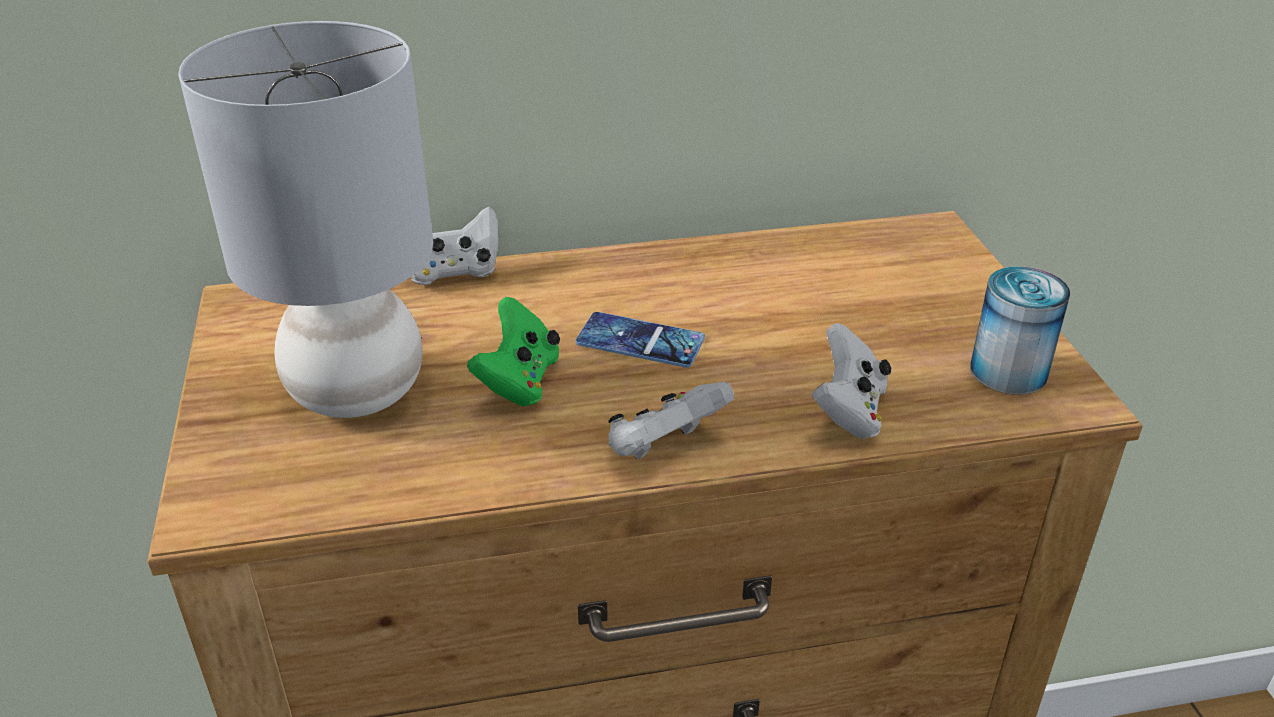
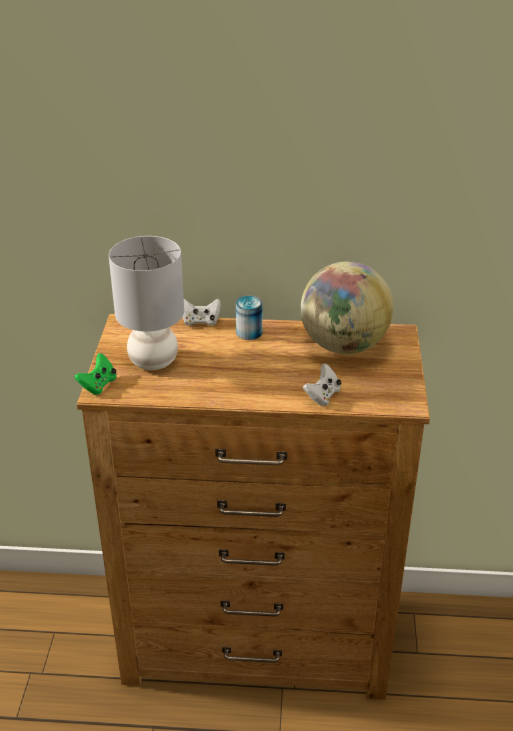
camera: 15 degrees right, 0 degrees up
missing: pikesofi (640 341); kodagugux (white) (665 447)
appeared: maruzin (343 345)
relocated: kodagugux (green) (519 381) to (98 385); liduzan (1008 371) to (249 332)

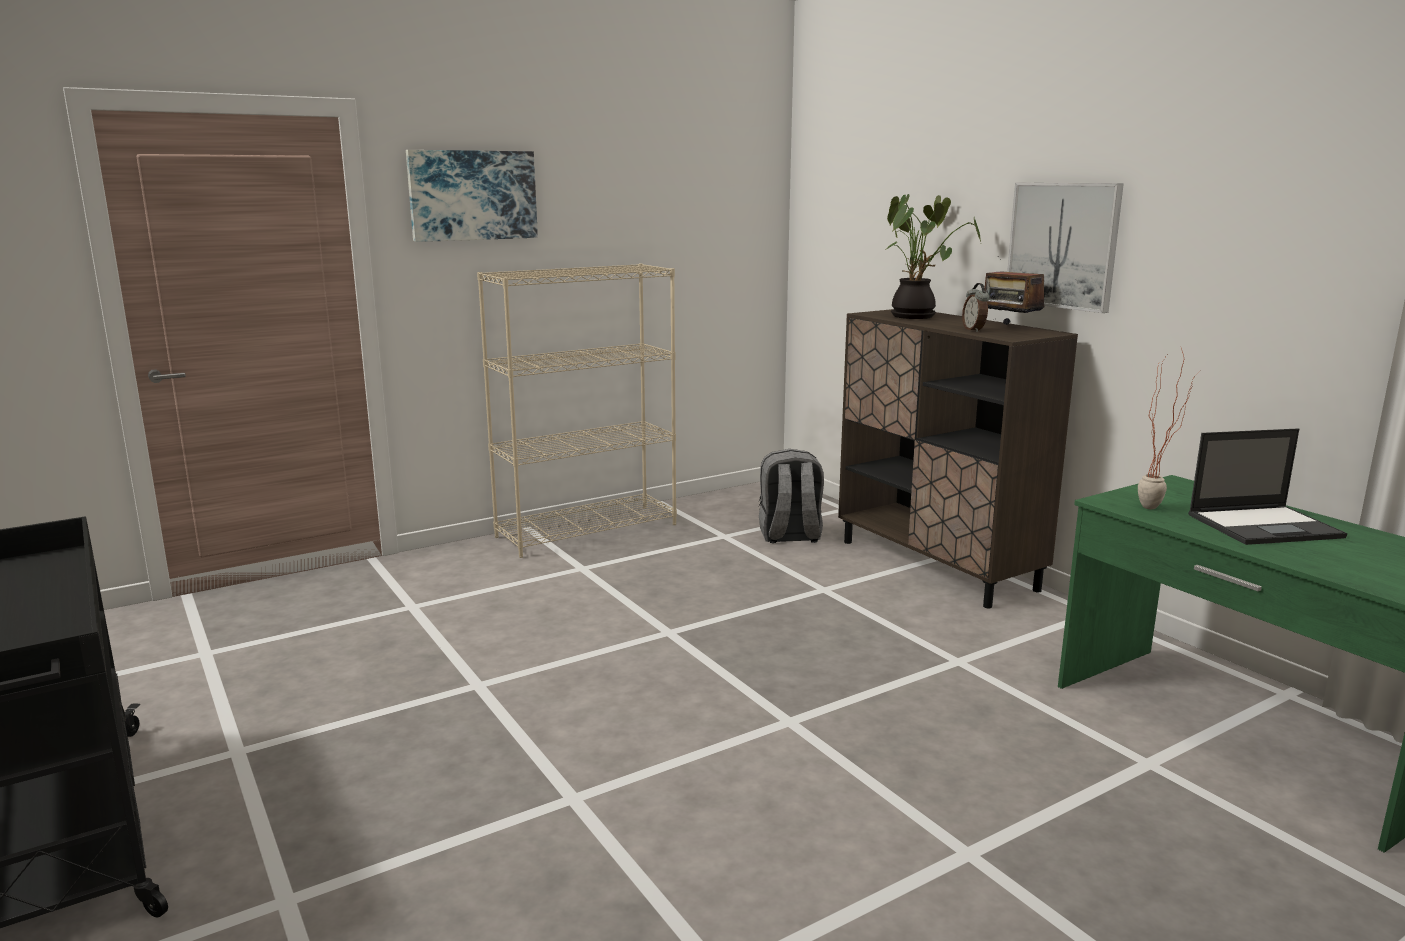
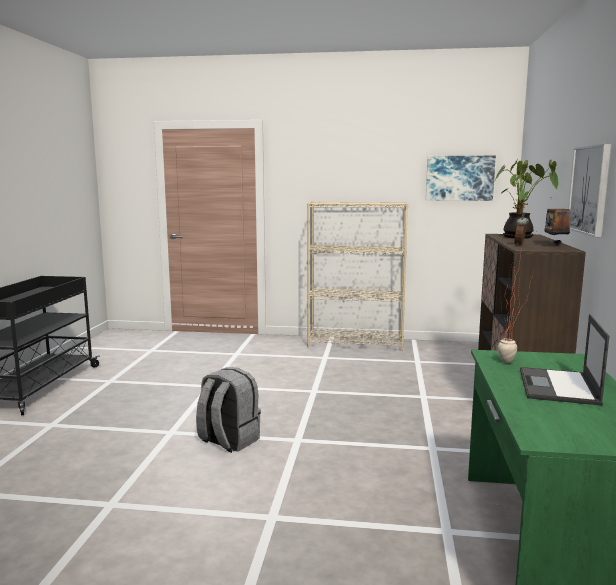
camera: 40 degrees right, 5 degrees down
relocated: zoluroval (472 195) to (459 178); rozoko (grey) (789 536) to (228 441)
spun: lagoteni (1265 526) = (558 387) 75 degrees clockwise

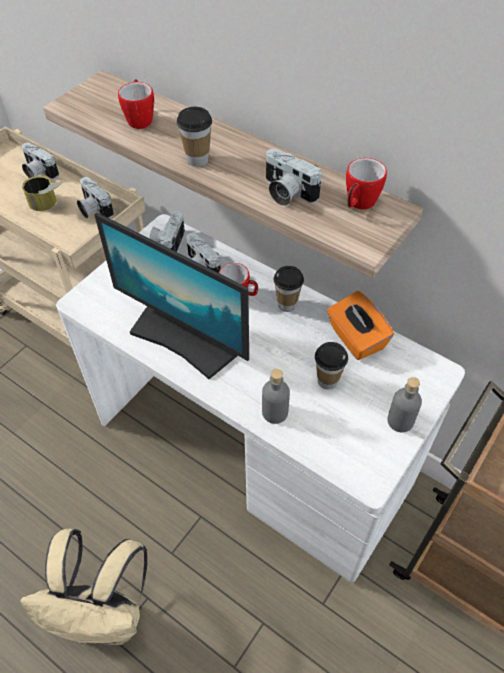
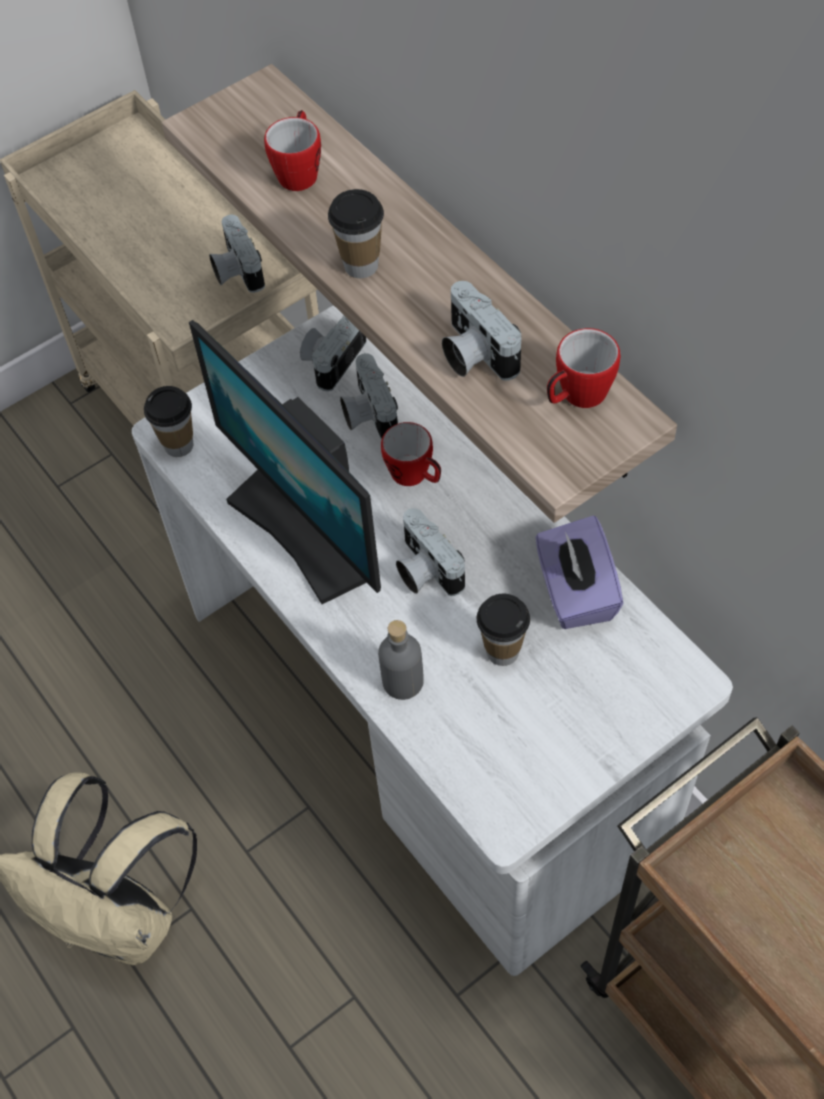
camera: 20 degrees right, 5 degrees up
missing: liduzan (48 205); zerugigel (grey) (400 421)
relocated: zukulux (38 172) to (424 569); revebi (287 304) to (179 445)
colour: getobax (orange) (355 338) to getobax (purple) (575 592)

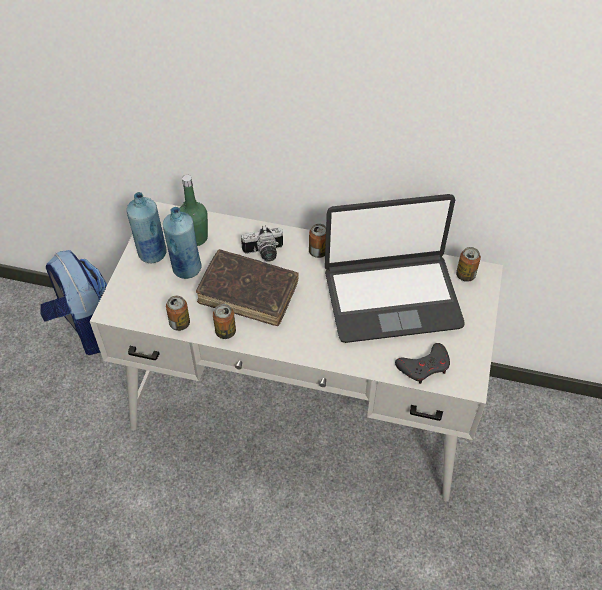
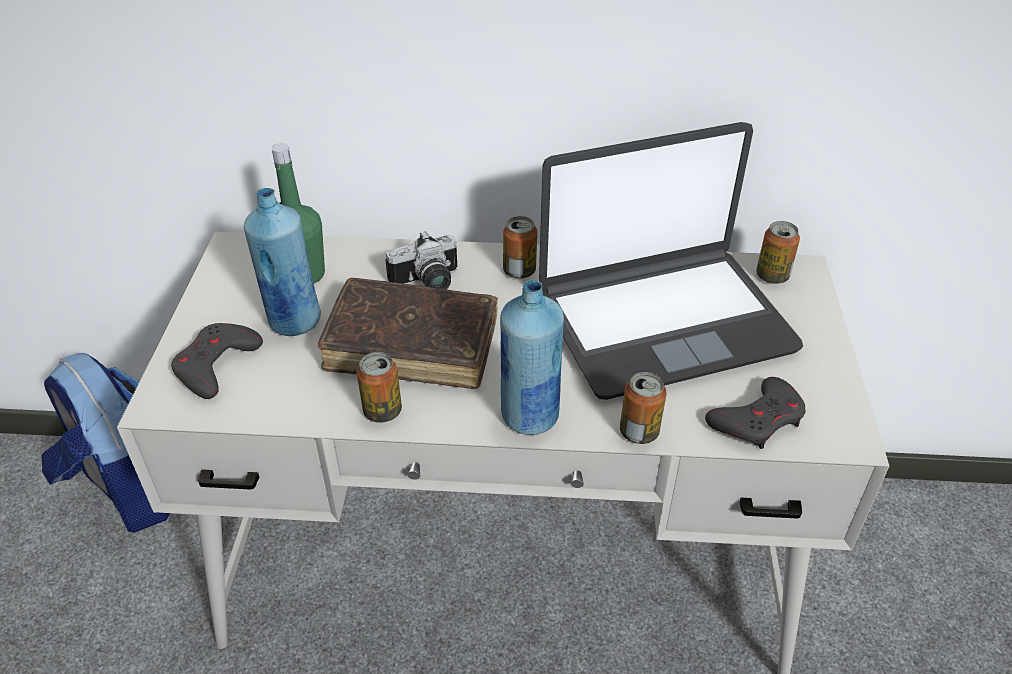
camera: 10 degrees left, 10 degrees down
appeared: kodagugux (grey) (216 365)
relocated: zerugigel (blue) (152 254) to (529 417); liduzan (180 323) to (639 432)

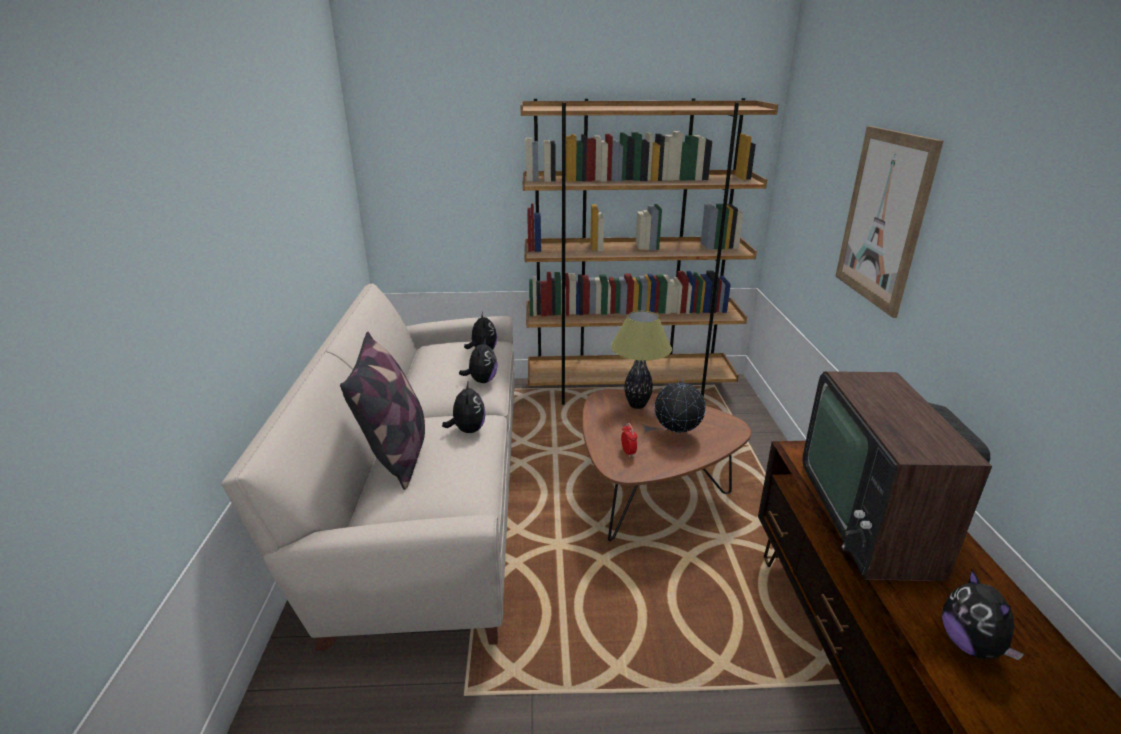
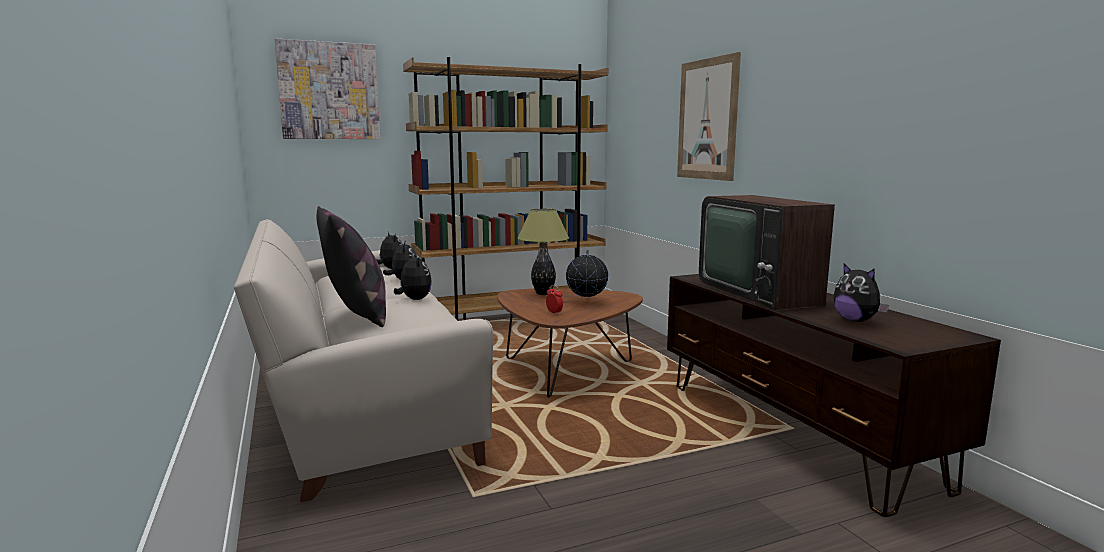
camera: 20 degrees left, 15 degrees down
appeared: zoluroval (329 91)

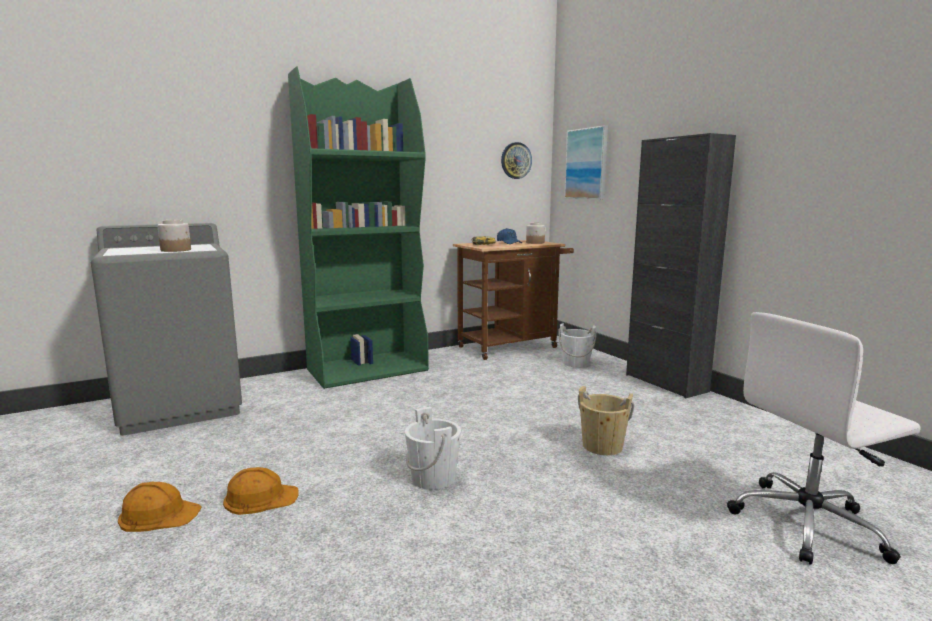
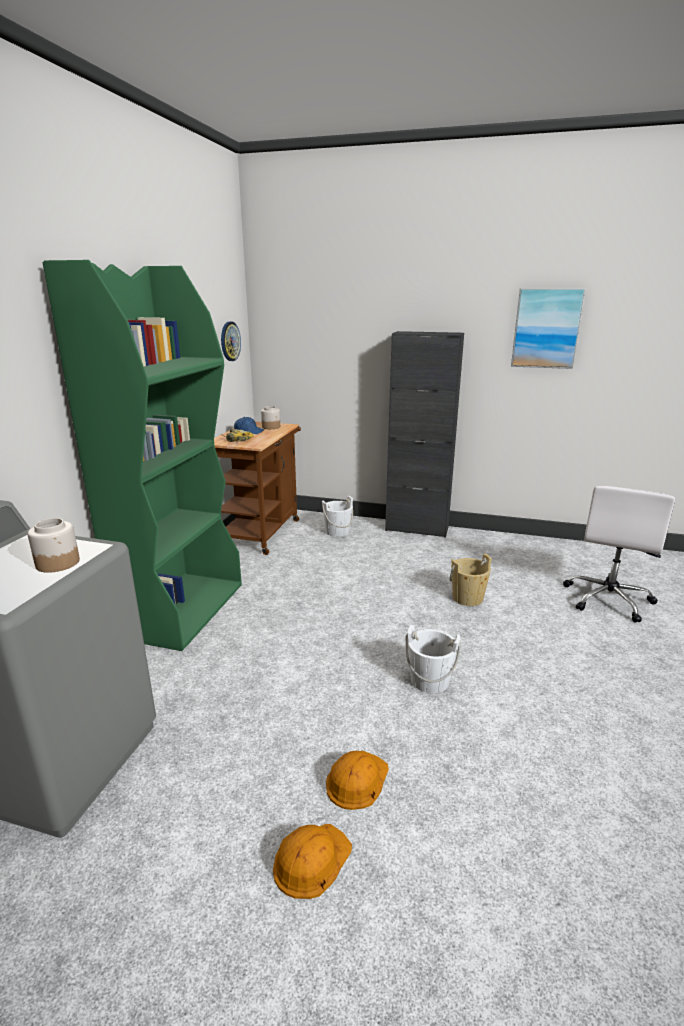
camera: 45 degrees left, 10 degrees up
relocated: zoluroval (586 164) to (546 328)

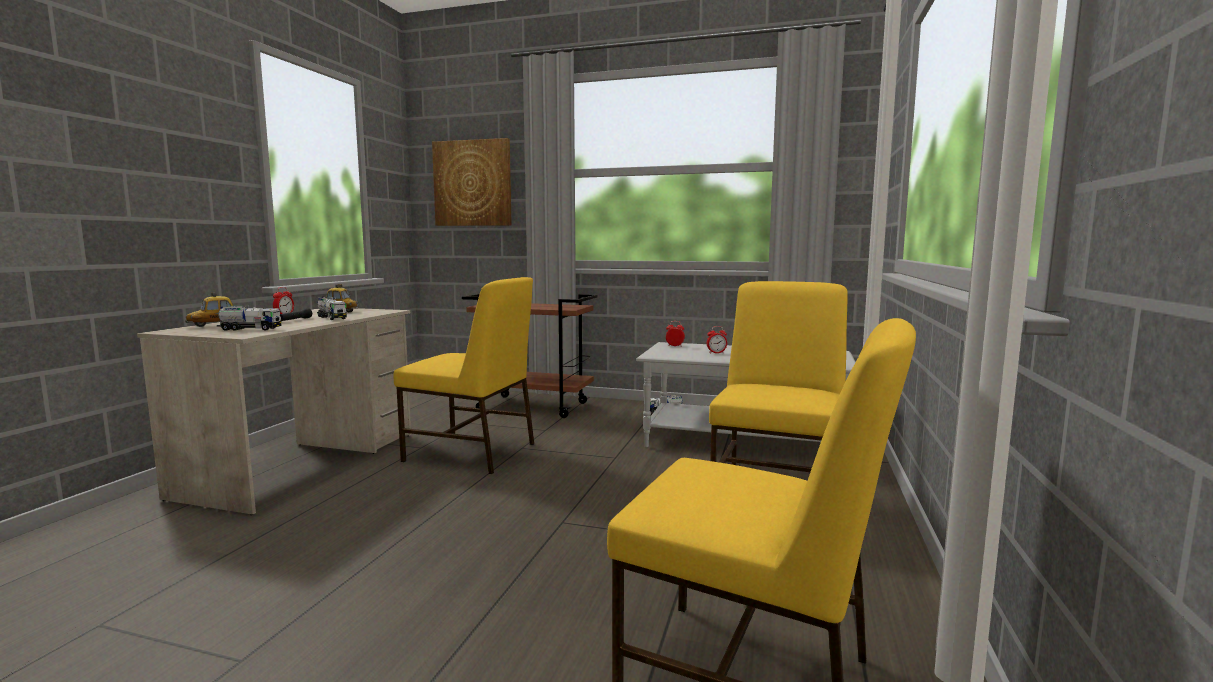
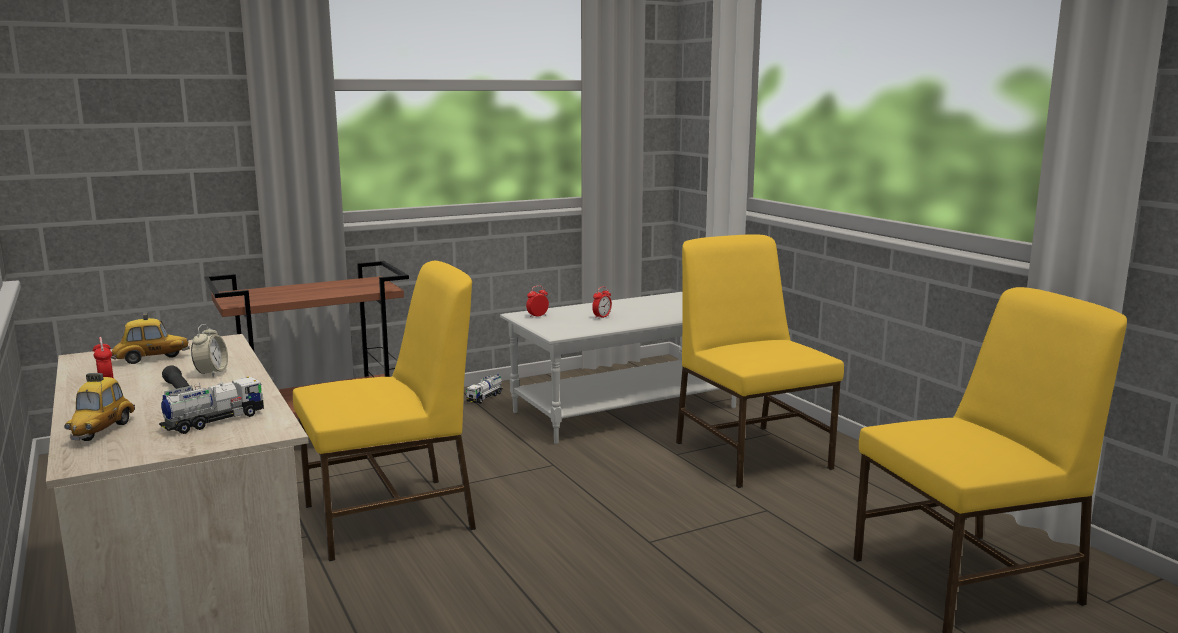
camera: 45 degrees left, 5 degrees up
missing: zoluroval (472 183)
exchanged: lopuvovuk (331 318) to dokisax (211 373)

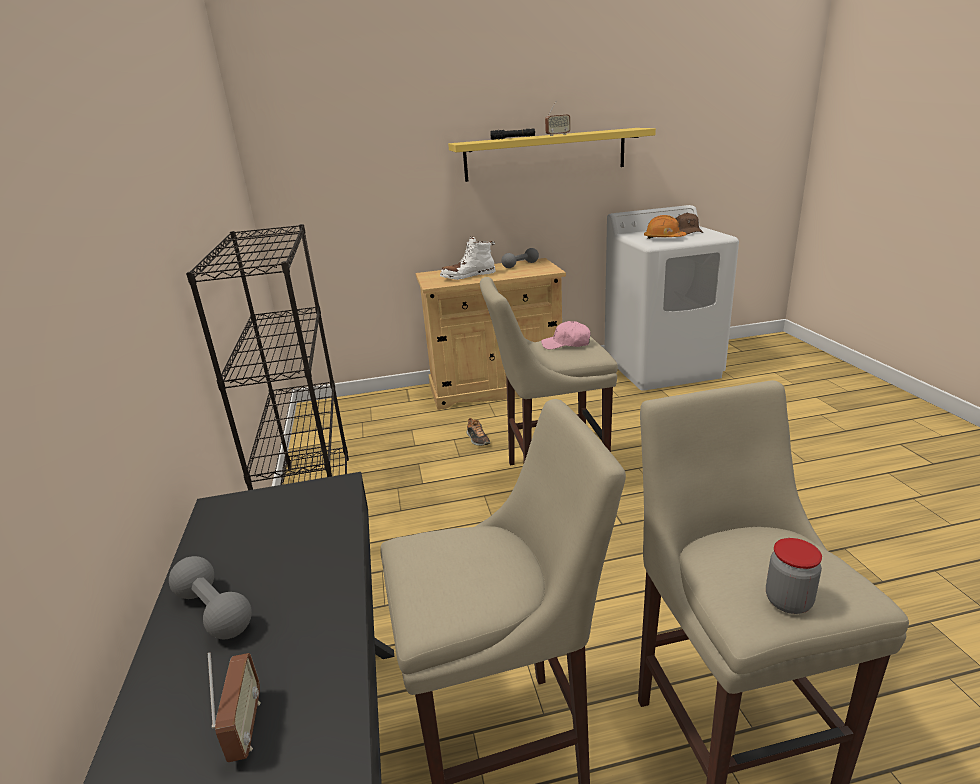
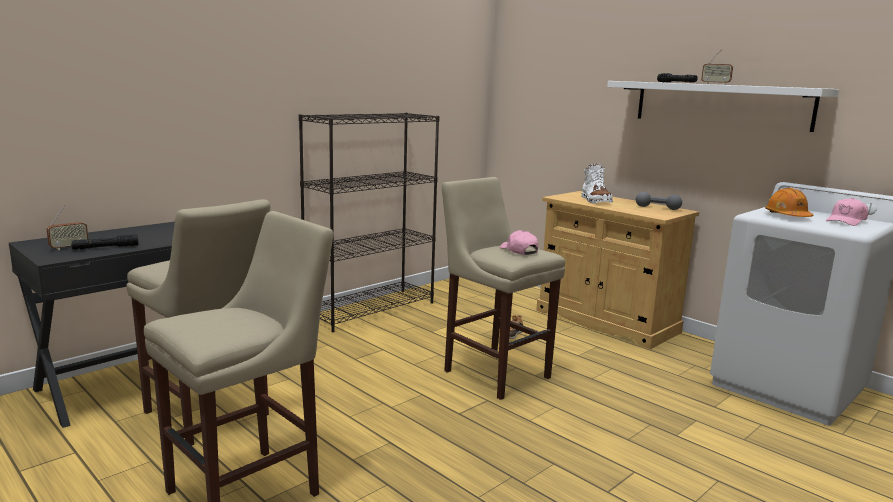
camera: 55 degrees right, 10 degrees down
missing: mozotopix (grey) (214 611); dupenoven (788 601)
appeared: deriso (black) (105 248)
colour: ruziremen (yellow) (545 154) to ruziremen (white) (720 104); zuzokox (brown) (687 231) to zuzokox (pink) (846 221)
spun: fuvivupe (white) (468 276) = (595 201) 135 degrees counterclockwise

